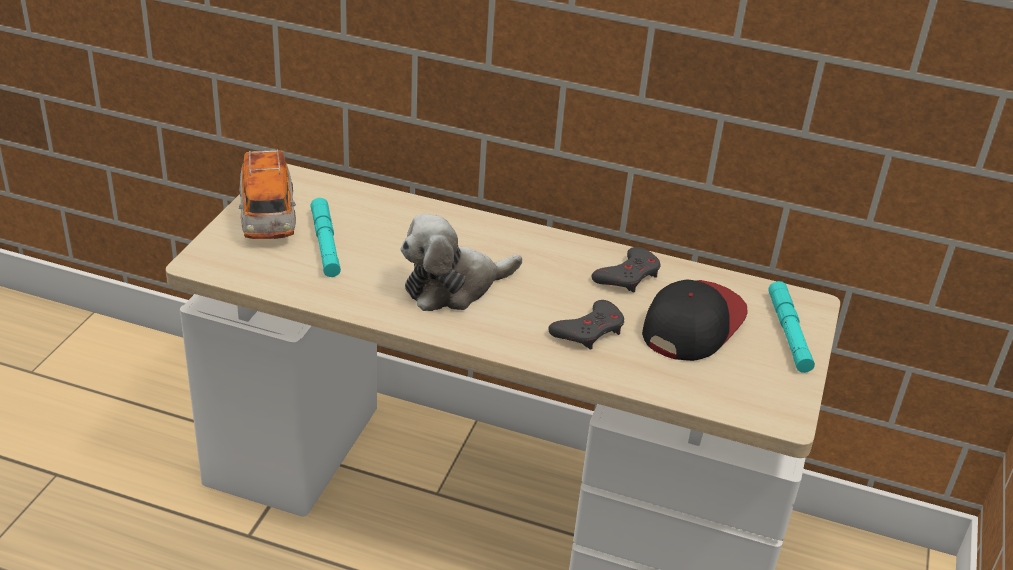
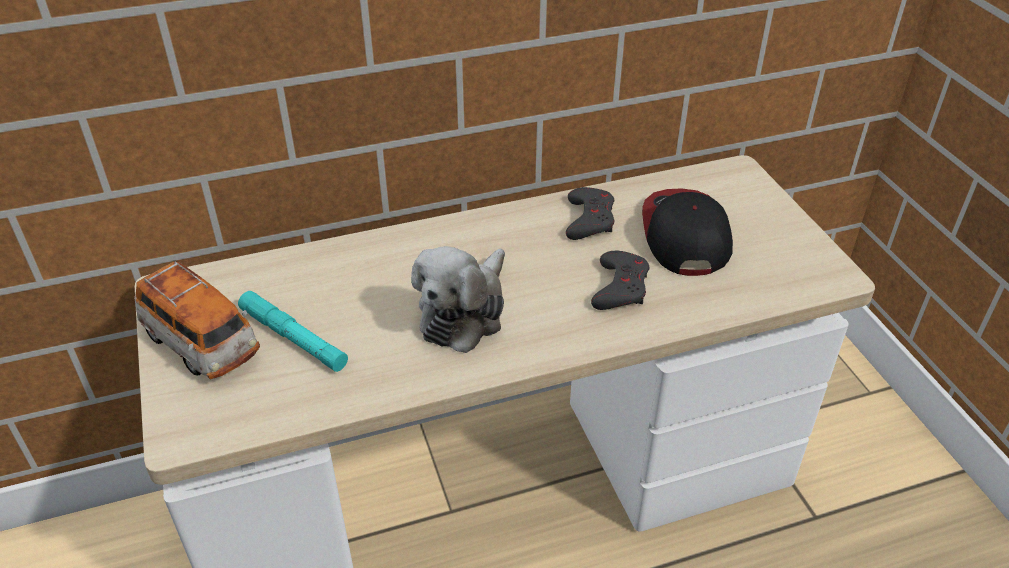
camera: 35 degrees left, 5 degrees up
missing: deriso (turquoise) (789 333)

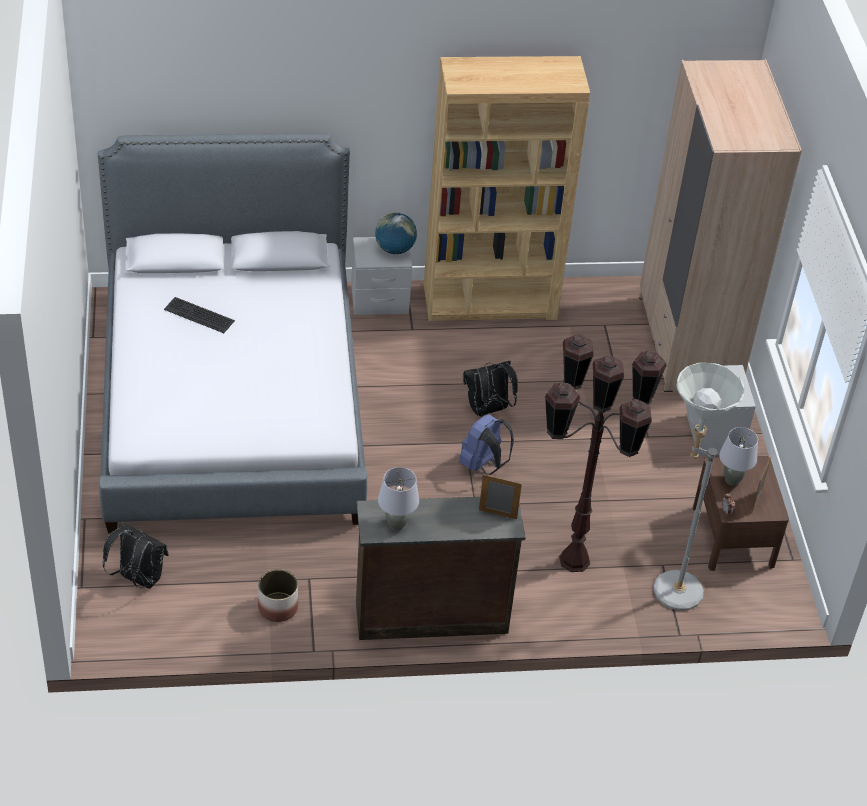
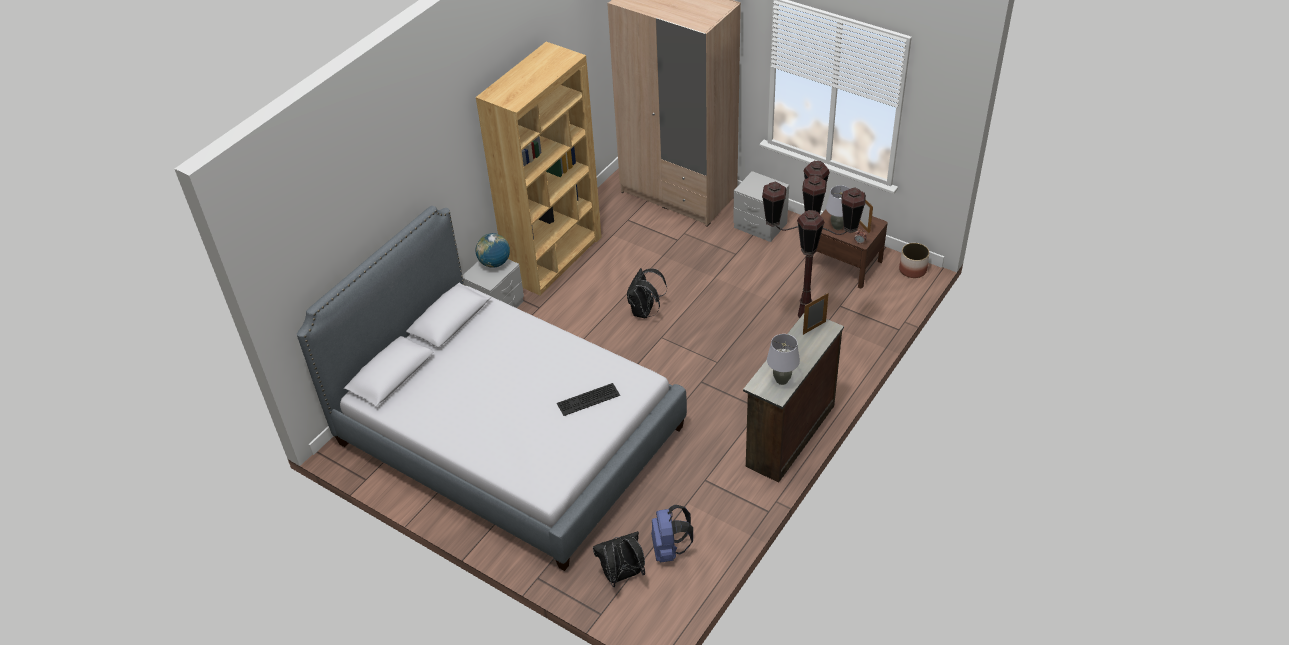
camera: 45 degrees left, 0 degrees up
missing: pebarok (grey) (667 587)
relocated: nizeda (197 315) to (588 400); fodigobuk (277 607) to (912 270); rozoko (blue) (483 465) to (670 549)

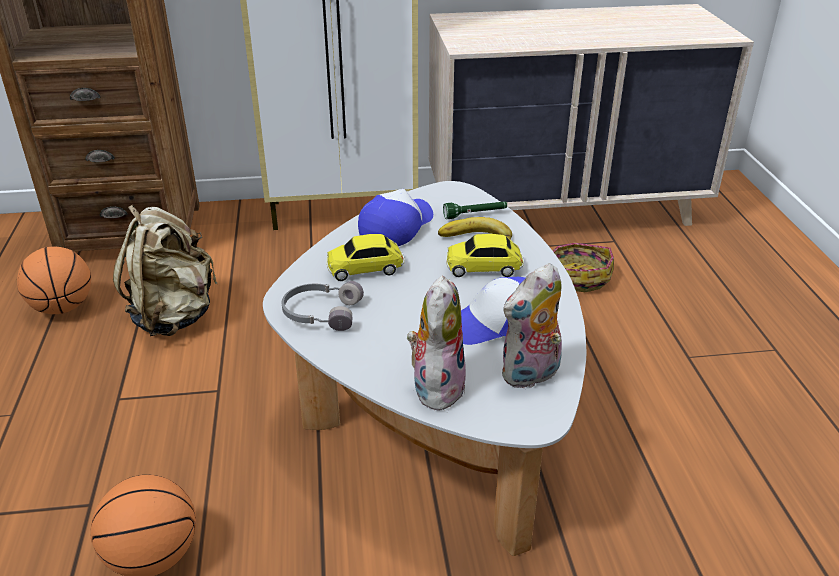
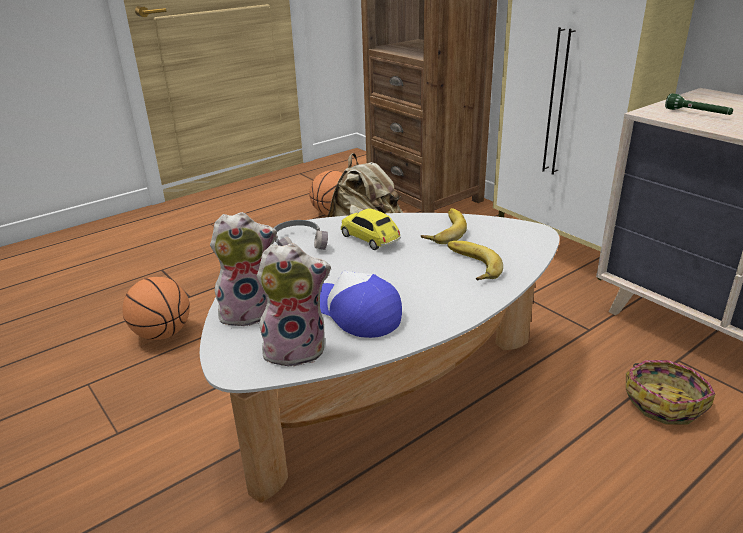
camera: 60 degrees right, 5 degrees down
missing: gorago (484 268)
relocated: deriso (green) (475 215) to (697 113)
exchanged: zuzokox (396 227) to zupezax (443 230)
spun: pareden (531 375) = (296 349) 150 degrees clockwise

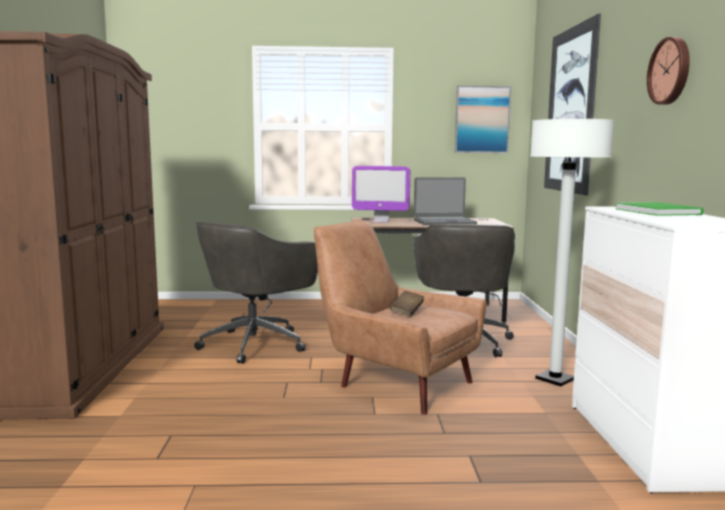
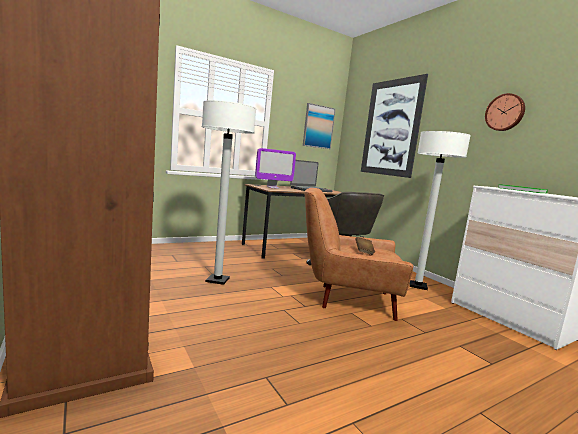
camera: 30 degrees left, 0 degrees up
exchanged: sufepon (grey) (256 344) to pebarok (white) (217 280)

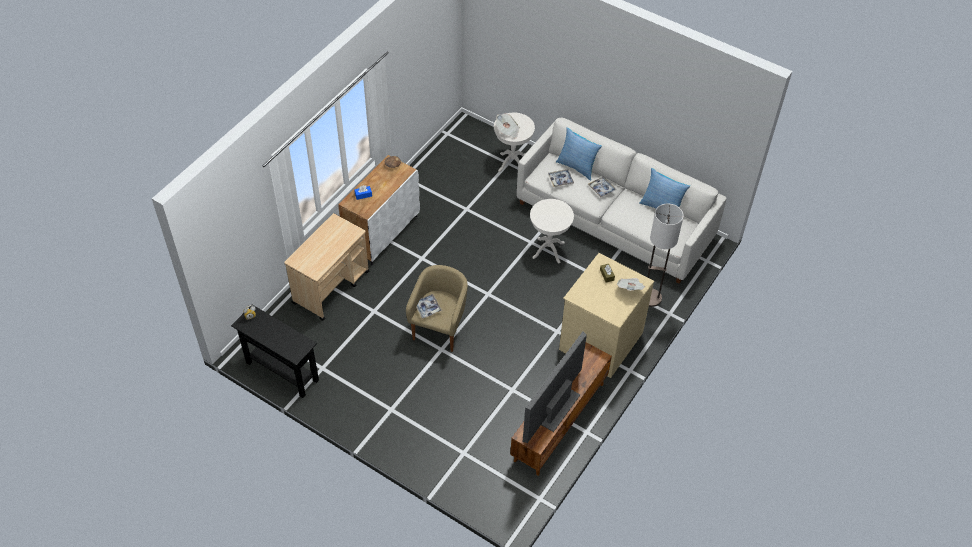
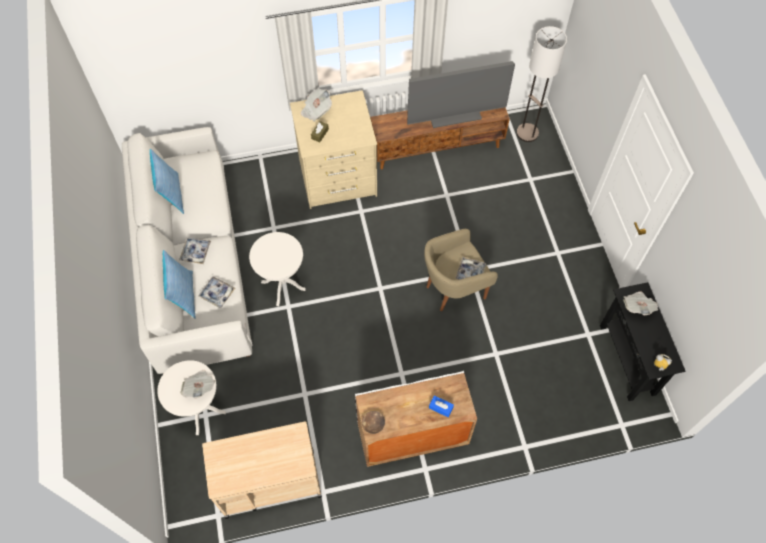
camera: 135 degrees left, 10 degrees up
appeared: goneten (637 307)
relocated: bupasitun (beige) (331 287) to (269 482); pebarok (650 298) to (527 133)

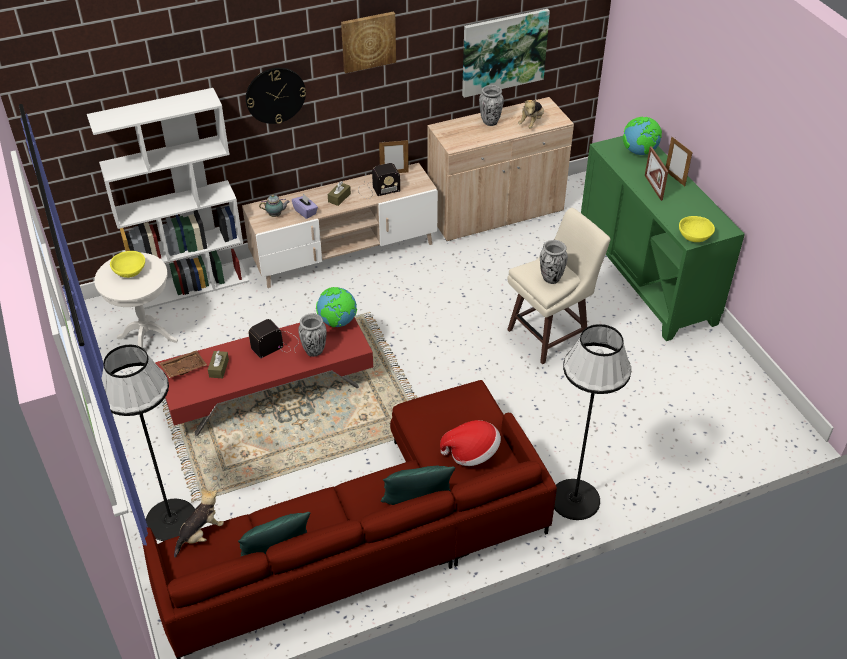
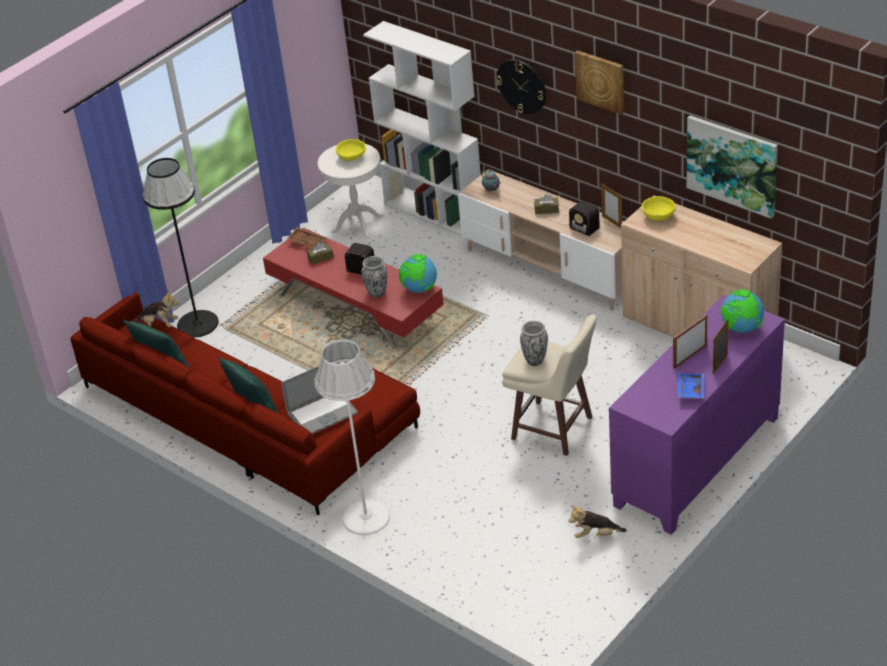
camera: 65 degrees right, 5 degrees down
missing: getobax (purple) (305 212); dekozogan (490 122)
appeared: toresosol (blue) (690 390)
relocated: pareden (531 122) to (595 535); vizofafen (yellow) (694 236) to (659 216)
exchanged: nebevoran (472 453) to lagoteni (322 413)
colour: pebarok (black) (575 499) to pebarok (white) (365 517); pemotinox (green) (646 277) to pemotinox (purple) (698 462)

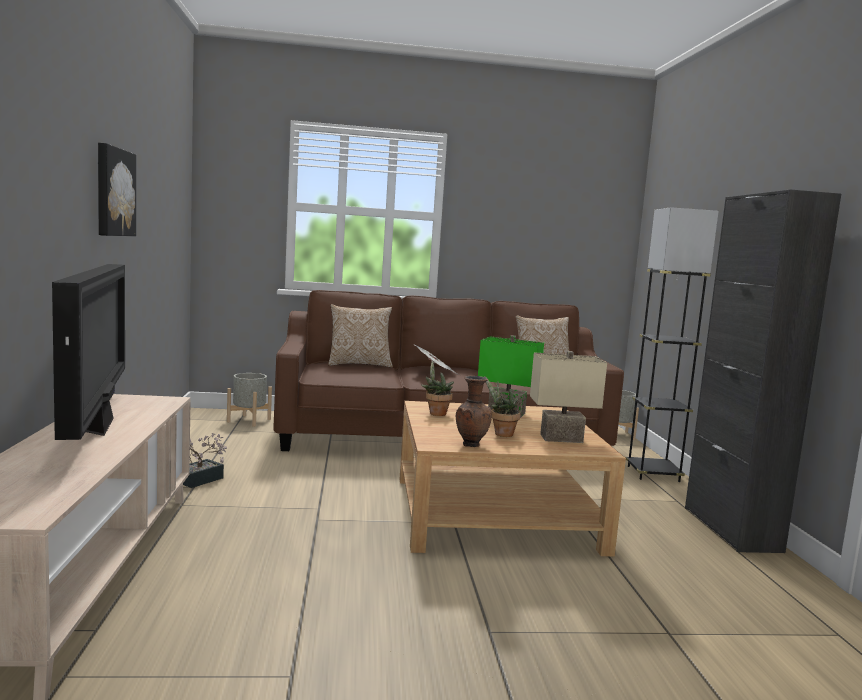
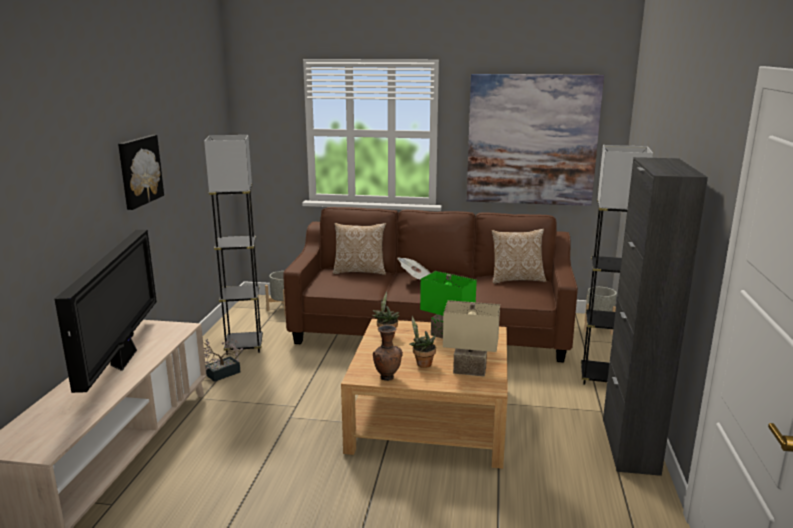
camera: 15 degrees right, 10 degrees up
appeared: pebarok (grey) (244 346); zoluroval (532 140)

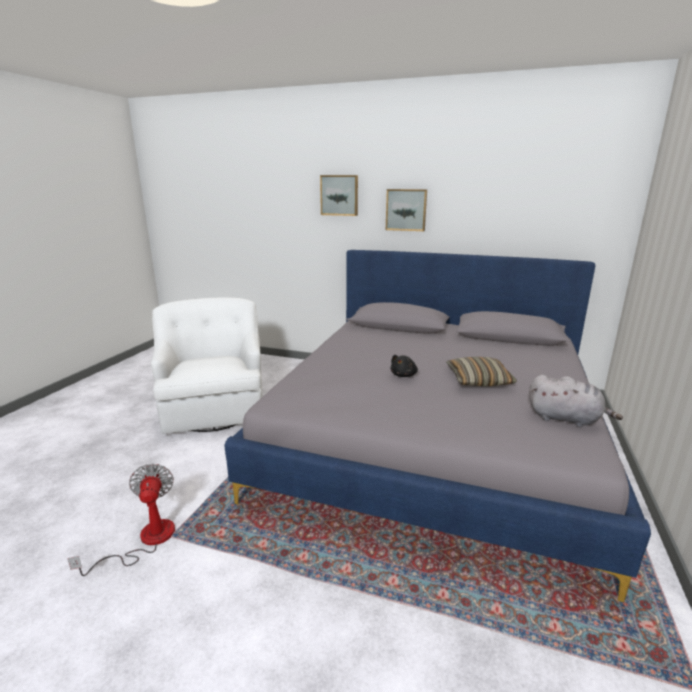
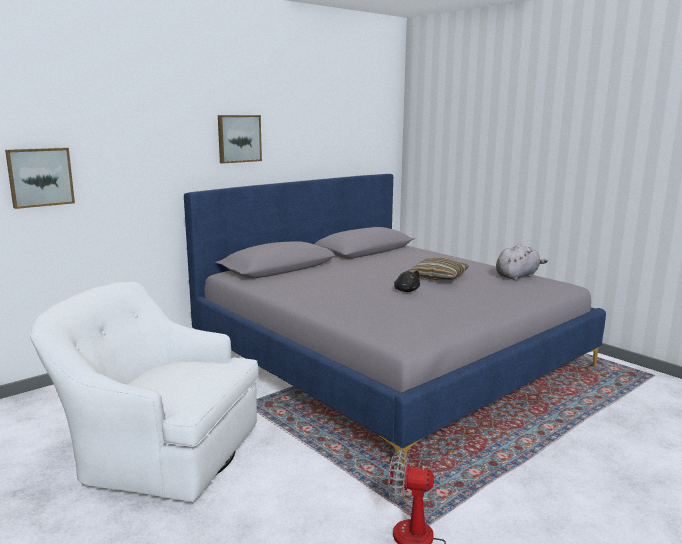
camera: 60 degrees left, 5 degrees down
relocated: zoluroval (339 195) to (40 177)

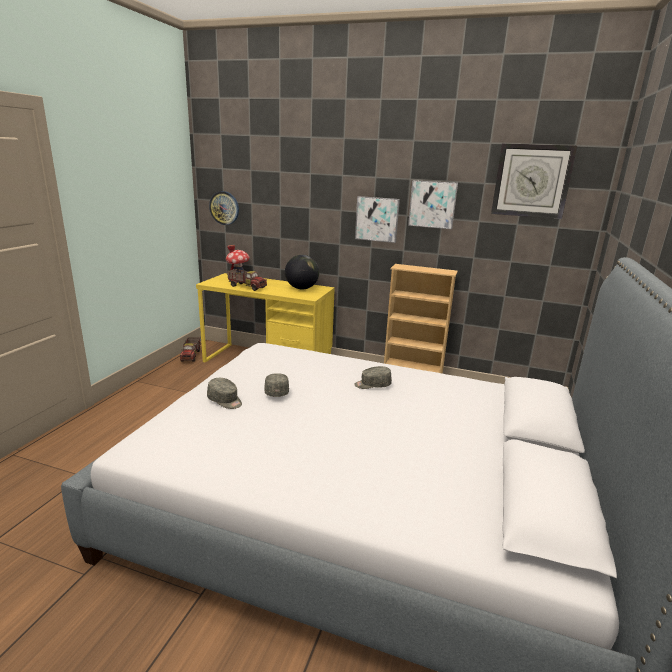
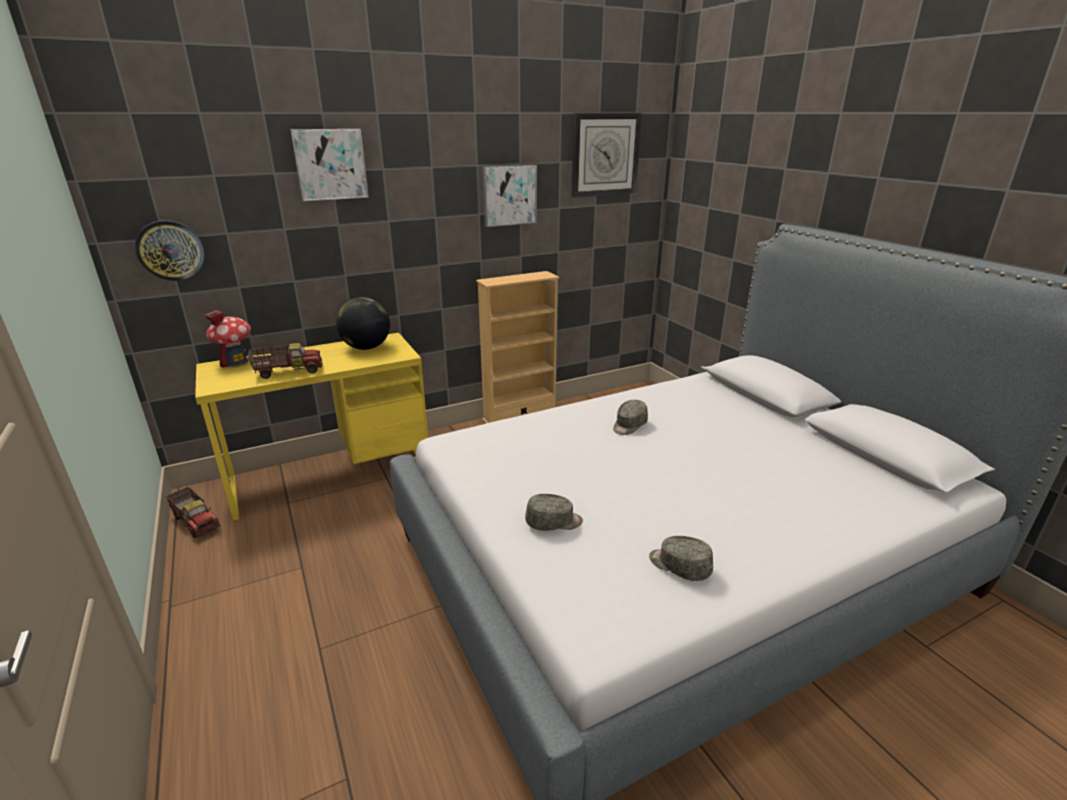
camera: 45 degrees left, 5 degrees up
relocated: zuzokox (grey) (276 391) to (679 566); zoluroval (377 219) to (330 164)

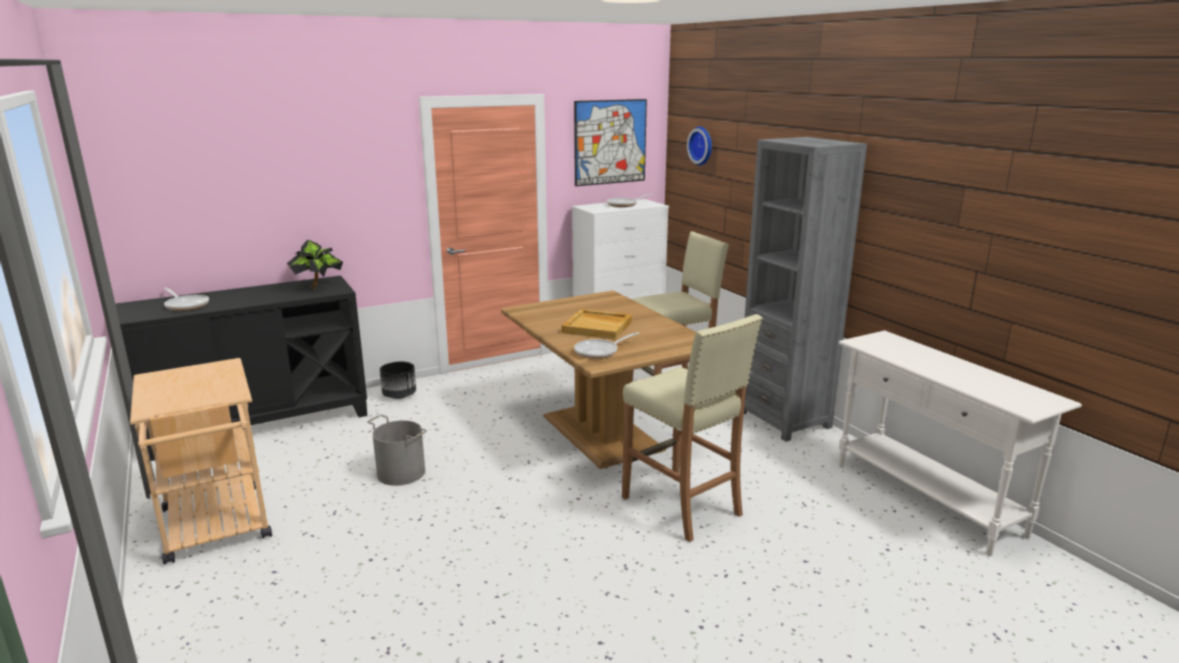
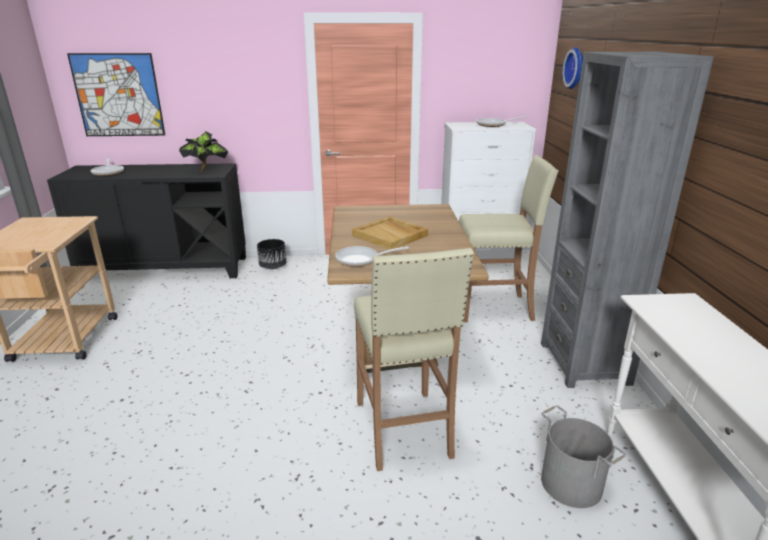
camera: 25 degrees right, 5 degrees up
relocated: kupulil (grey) (401 472) to (572 483); zoluroval (610 142) to (118 95)

